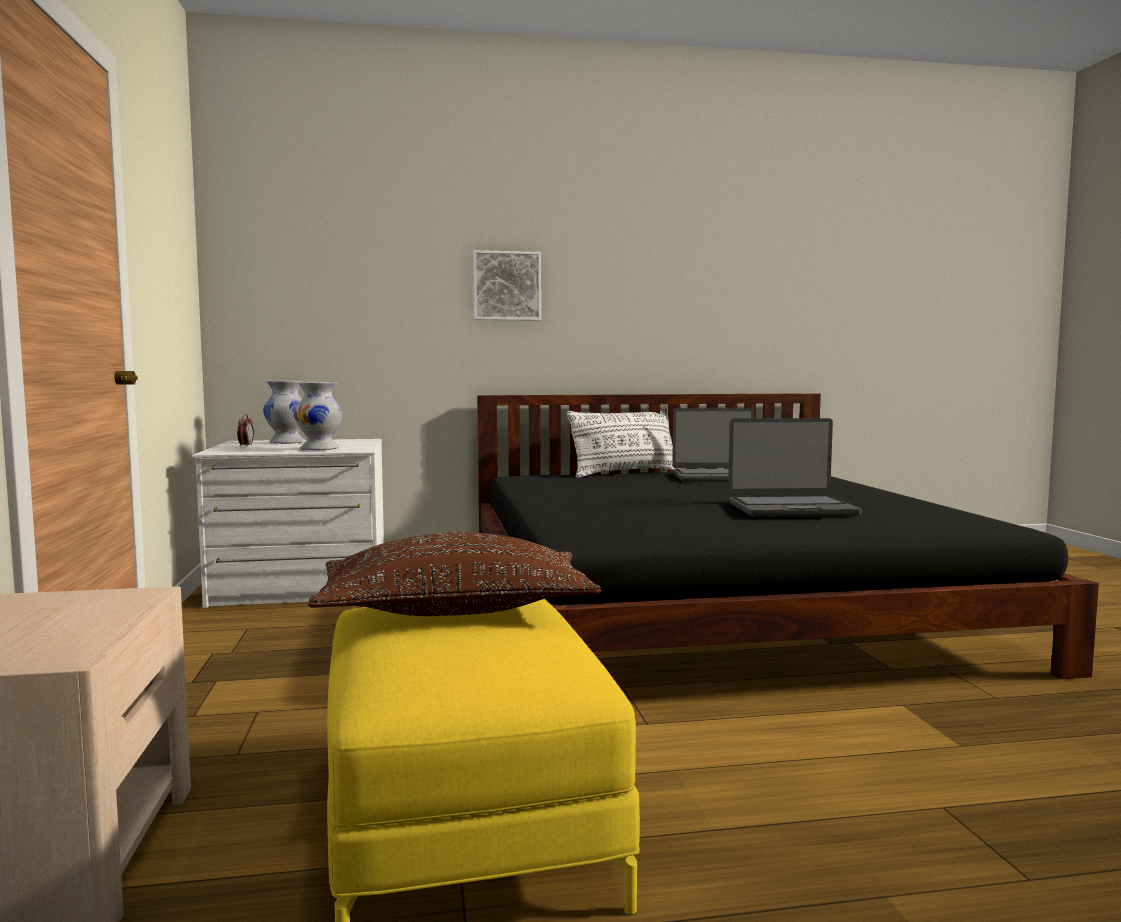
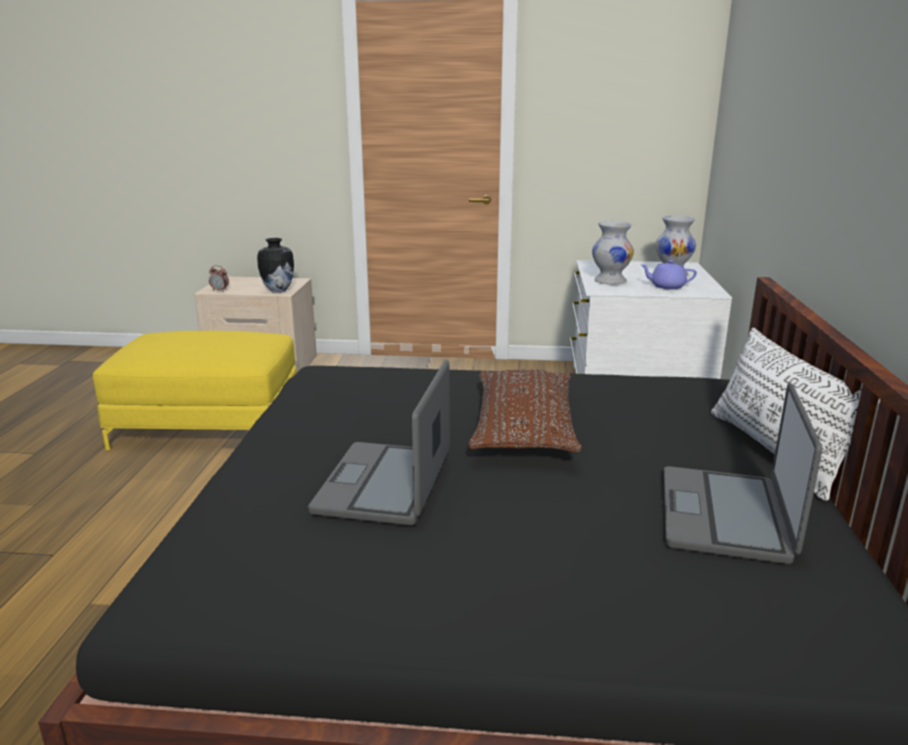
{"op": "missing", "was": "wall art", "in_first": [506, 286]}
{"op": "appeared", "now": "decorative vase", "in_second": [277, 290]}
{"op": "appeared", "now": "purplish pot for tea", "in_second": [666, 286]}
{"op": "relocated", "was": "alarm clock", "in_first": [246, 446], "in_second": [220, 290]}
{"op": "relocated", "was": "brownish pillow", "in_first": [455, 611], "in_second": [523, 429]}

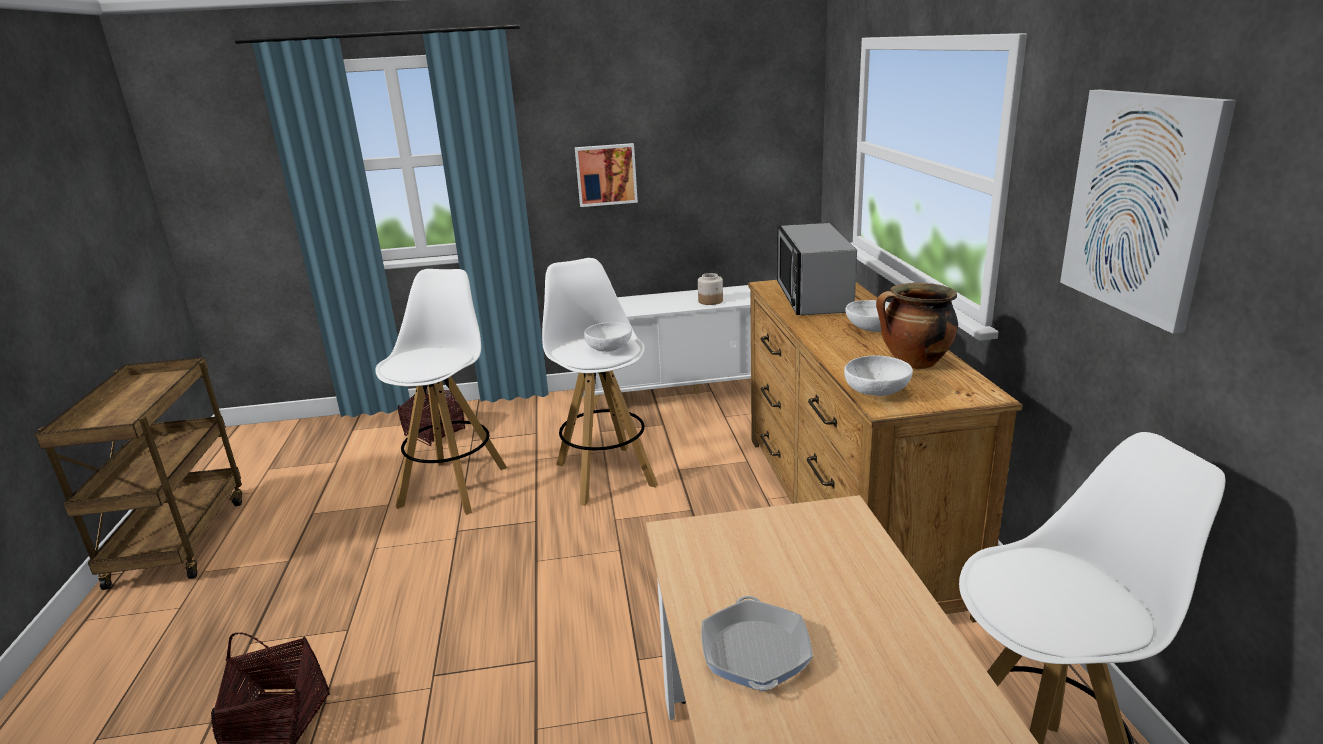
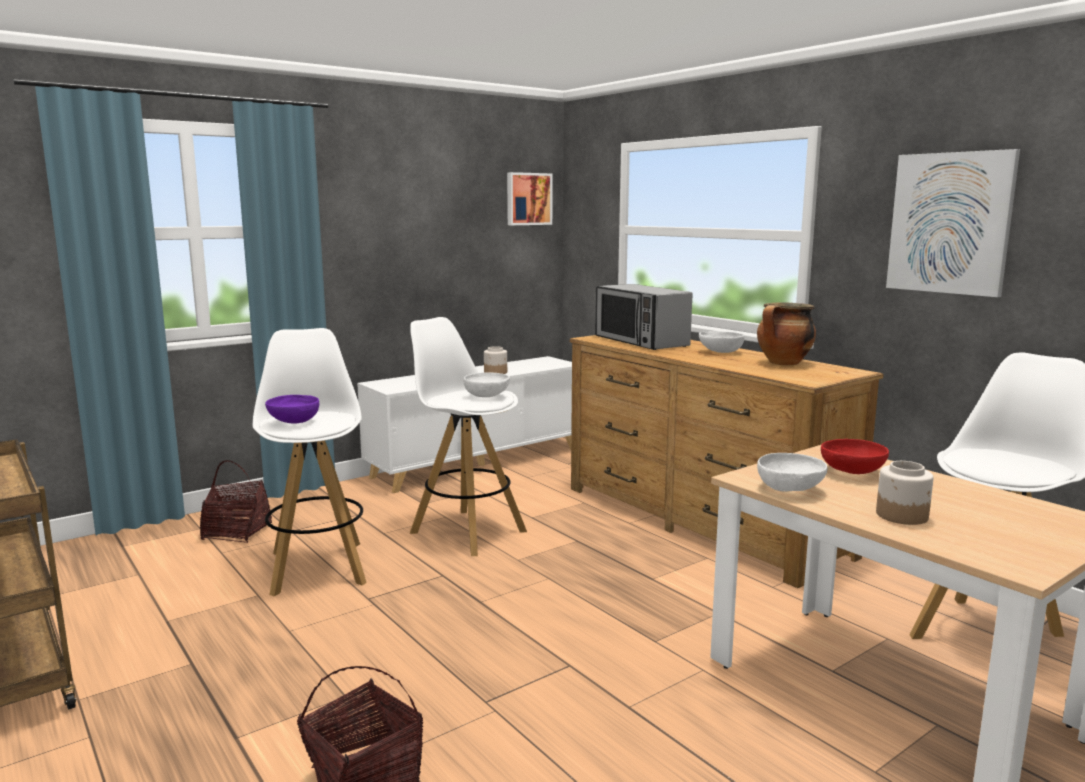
{"op": "appeared", "now": "purplish bowl", "in_second": [293, 421]}
{"op": "appeared", "now": "red-coloured bowl", "in_second": [852, 473]}
{"op": "relocated", "was": "wall art", "in_first": [606, 174], "in_second": [528, 199]}
{"op": "relocated", "was": "whitish bowl", "in_first": [877, 393], "in_second": [790, 490]}
{"op": "exchanged", "was": "pan", "now": "storage jar", "in_first": [755, 652], "in_second": [902, 515]}

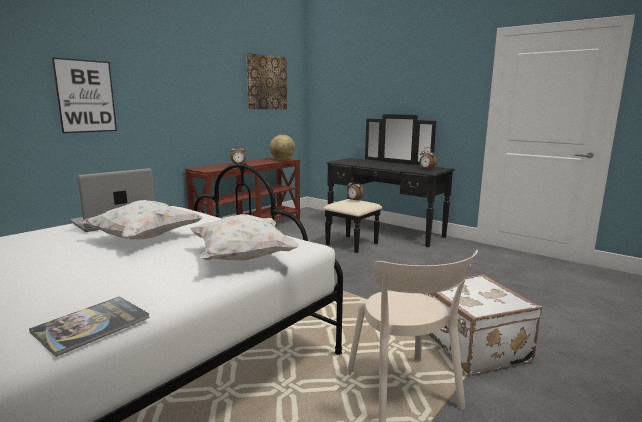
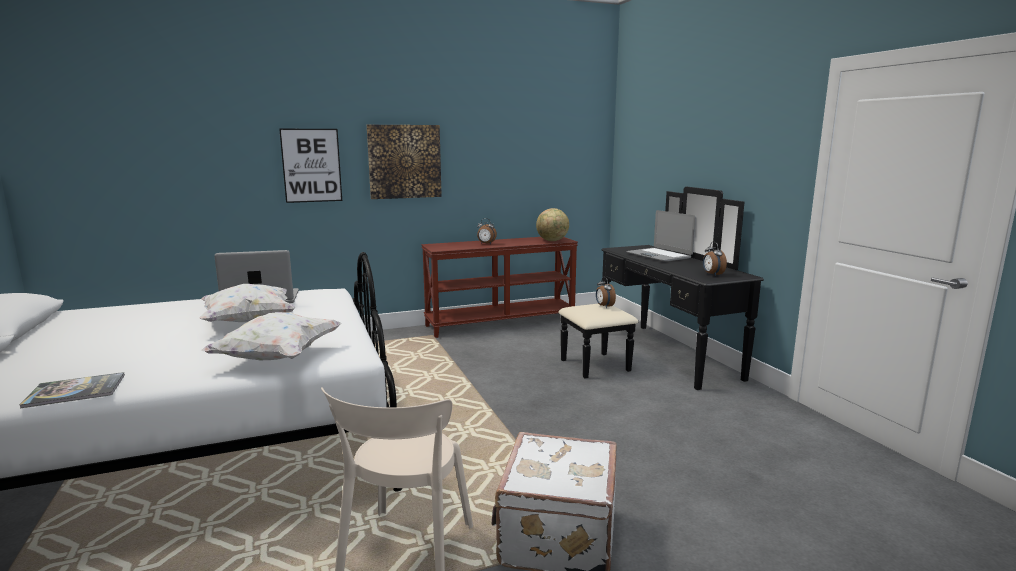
{"op": "appeared", "now": "laptop", "in_second": [659, 255]}
{"op": "relocated", "was": "wall art", "in_first": [266, 82], "in_second": [404, 161]}

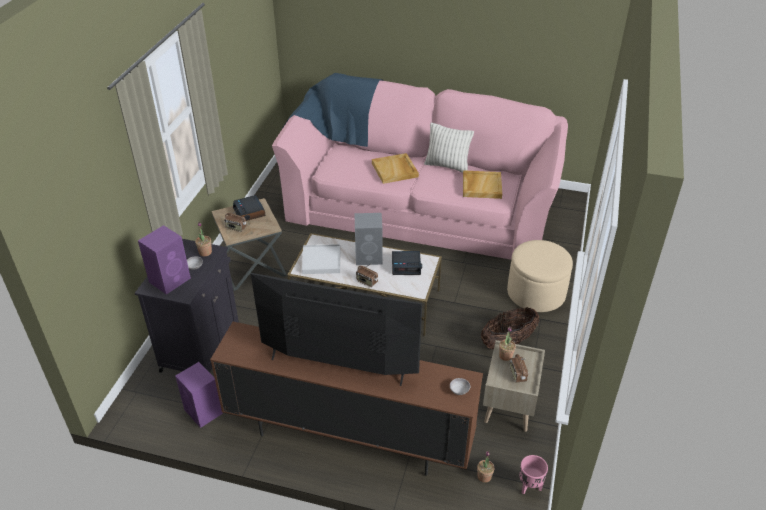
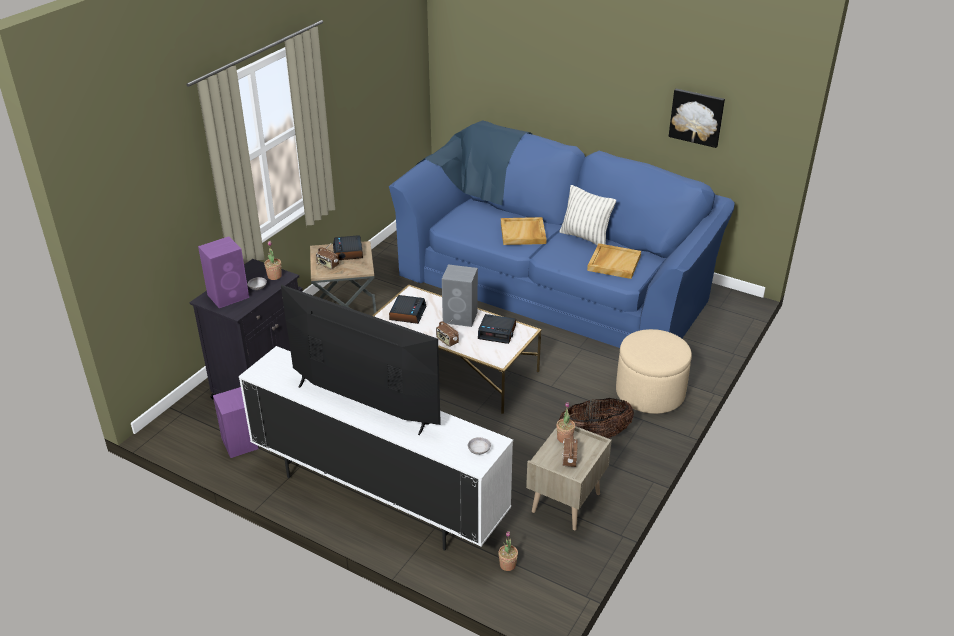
{"op": "missing", "was": "pink planter", "in_first": [529, 486]}
{"op": "appeared", "now": "wall art", "in_second": [697, 117]}
{"op": "exchanged", "was": "whitish carrying tray", "now": "alarm clock", "in_first": [321, 261], "in_second": [407, 313]}
{"op": "colour", "was": "brownish media console", "now": "whitish media console", "in_first": [347, 436], "in_second": [376, 496]}
{"op": "colour", "was": "pink couch", "now": "blue couch", "in_first": [420, 206], "in_second": [554, 282]}

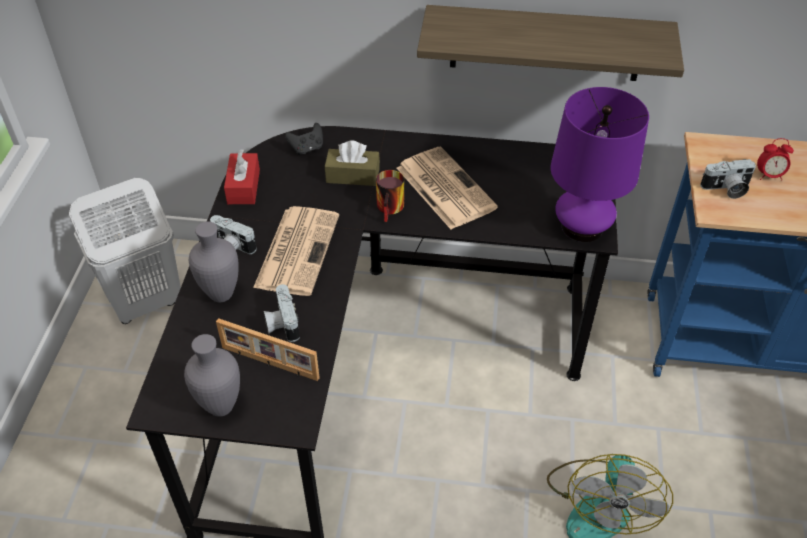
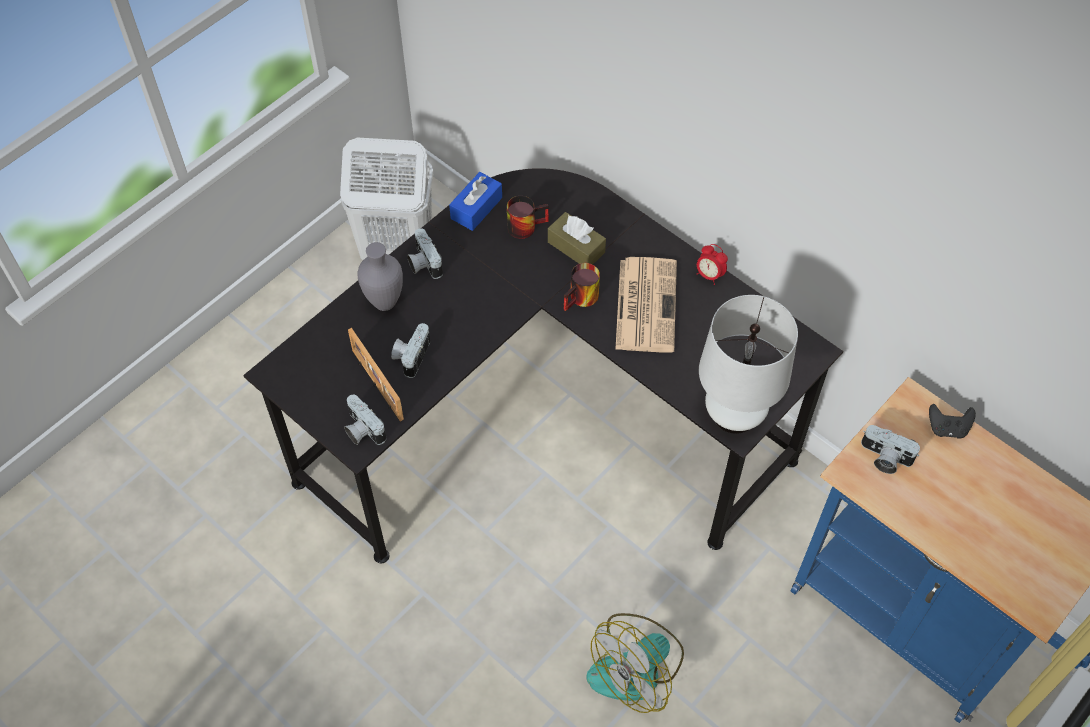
{"op": "missing", "was": "greyish decorative vase", "in_first": [219, 407]}
{"op": "missing", "was": "newspaper", "in_first": [297, 250]}
{"op": "missing", "was": "bracket shelf", "in_first": [546, 43]}
{"op": "appeared", "now": "still camera", "in_second": [362, 430]}
{"op": "appeared", "now": "mug", "in_second": [525, 225]}
{"op": "relocated", "was": "black joypad", "in_first": [307, 148], "in_second": [947, 428]}
{"op": "relocated", "was": "alarm clock", "in_first": [769, 176], "in_second": [709, 275]}
{"op": "colour", "was": "red-coloured tissue holder", "now": "blue tissue holder", "in_first": [243, 187], "in_second": [476, 208]}
{"op": "colour", "was": "purplish tabletop lamp", "now": "whitish tabletop lamp", "in_first": [582, 227], "in_second": [734, 414]}

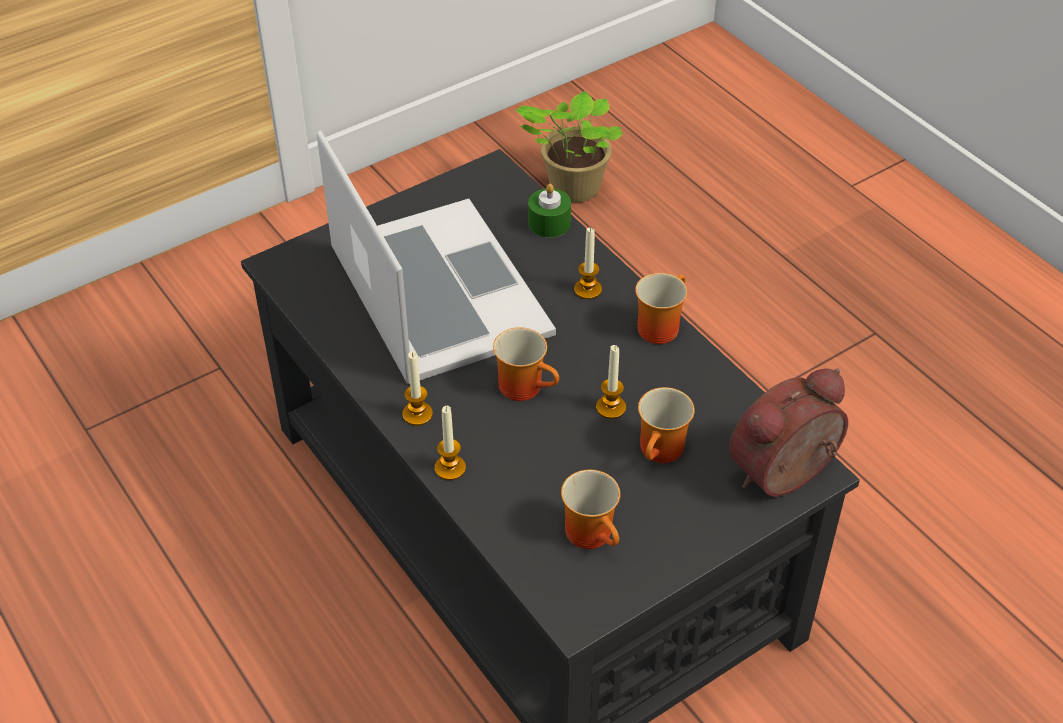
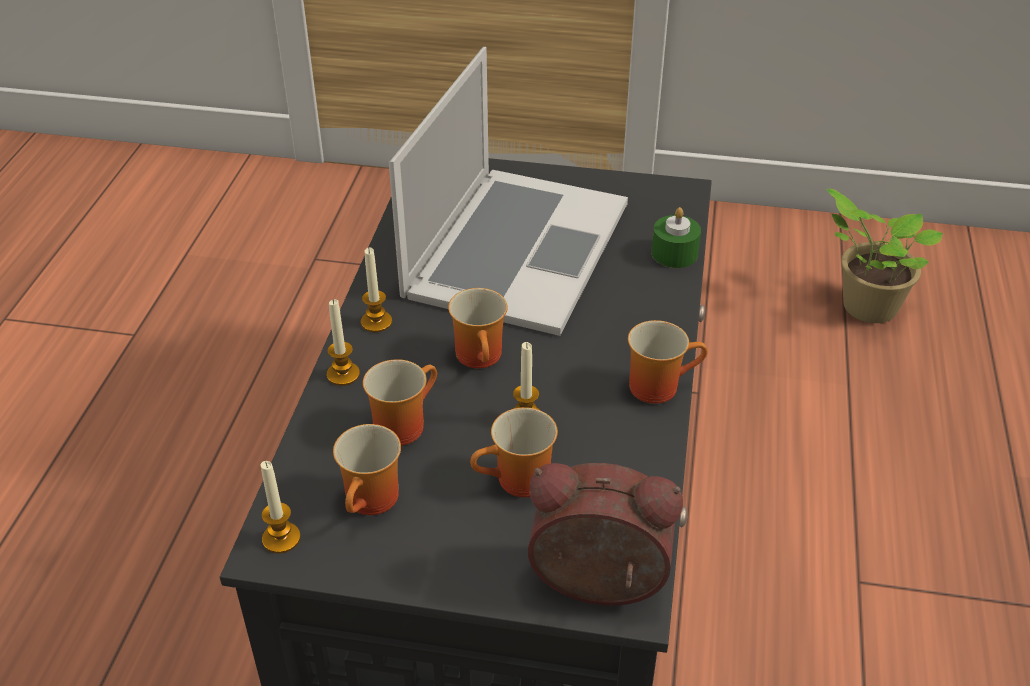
{"op": "appeared", "now": "mug", "in_second": [401, 423]}
{"op": "relocated", "was": "wax candle", "in_first": [588, 289], "in_second": [281, 538]}

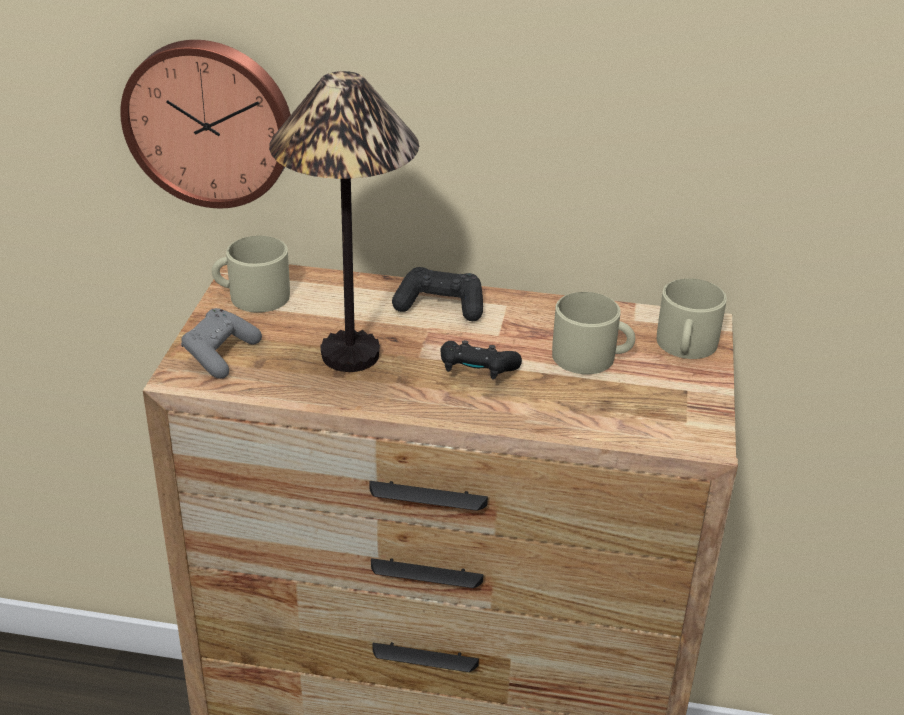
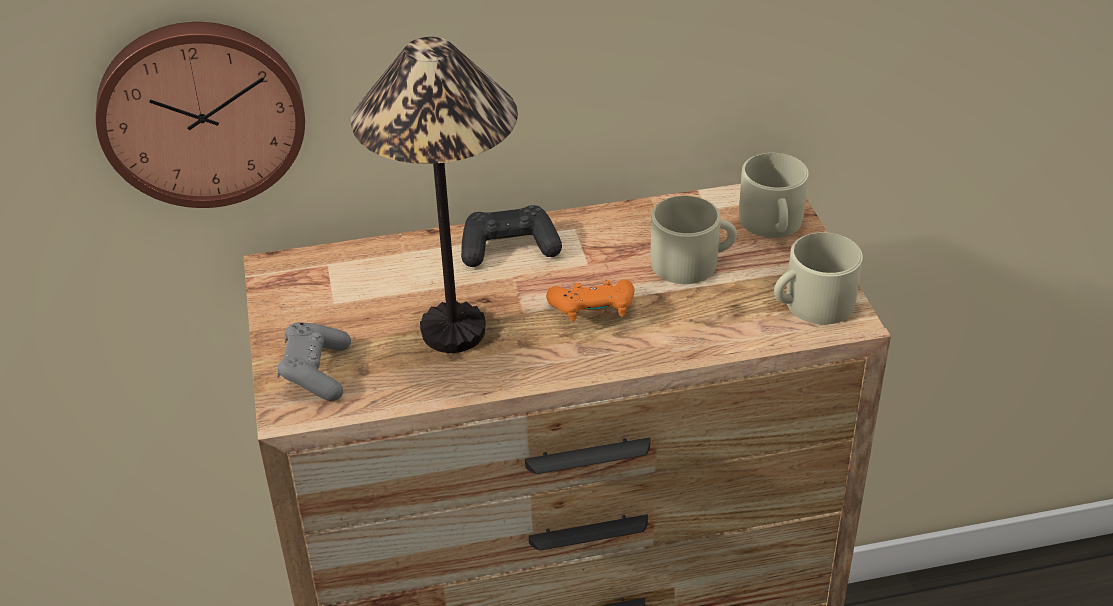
{"op": "relocated", "was": "beige mug", "in_first": [252, 296], "in_second": [811, 304]}
{"op": "colour", "was": "black joypad", "now": "orangey joypad", "in_first": [476, 373], "in_second": [593, 313]}

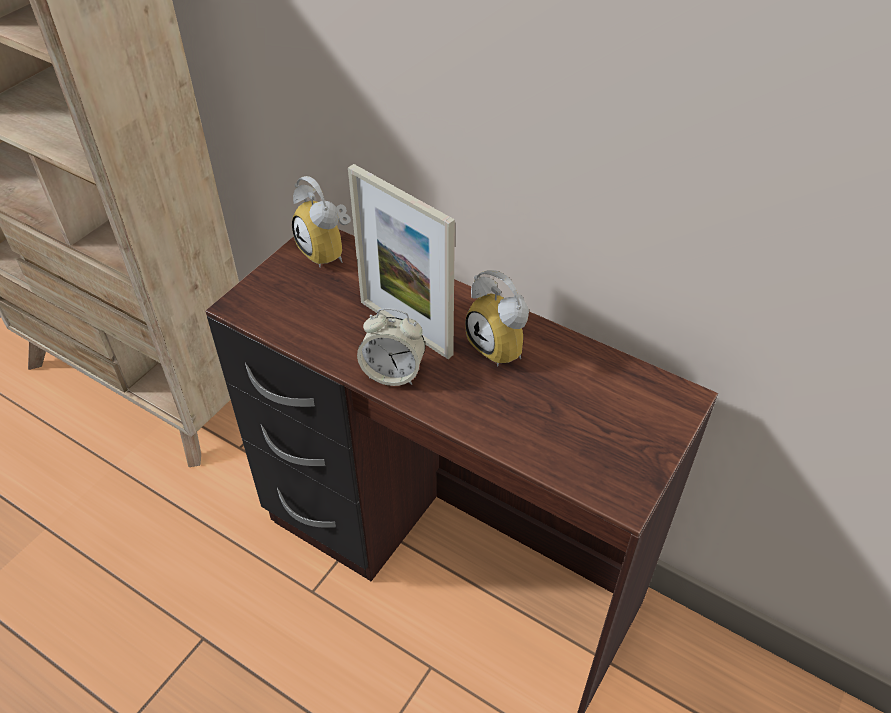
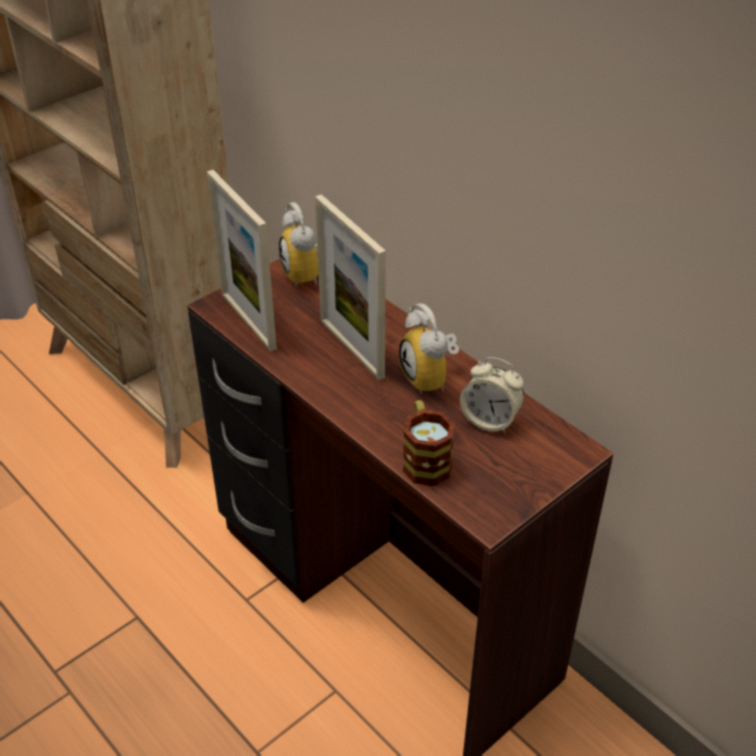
{"op": "appeared", "now": "photo frame", "in_second": [248, 321]}
{"op": "appeared", "now": "mug", "in_second": [424, 459]}
{"op": "relocated", "was": "alarm clock", "in_first": [393, 373], "in_second": [490, 420]}

